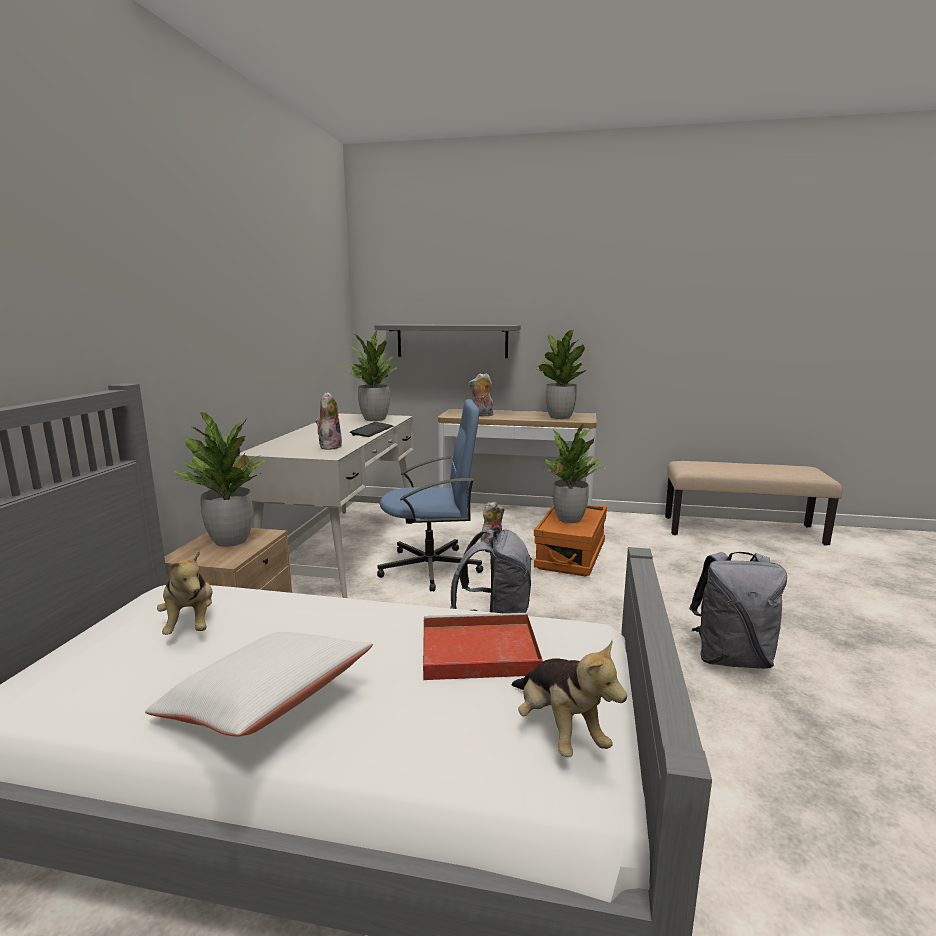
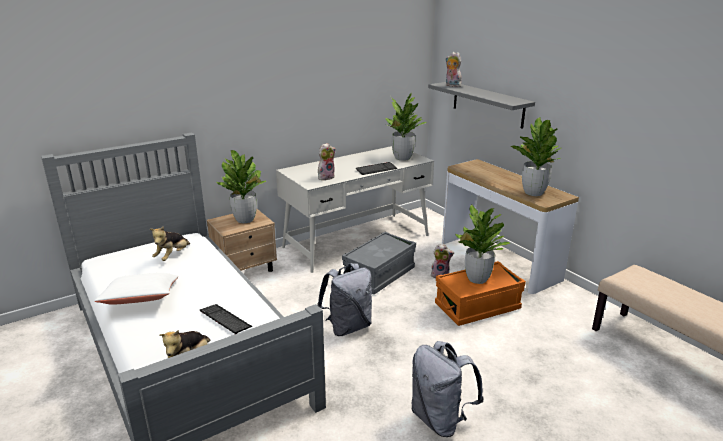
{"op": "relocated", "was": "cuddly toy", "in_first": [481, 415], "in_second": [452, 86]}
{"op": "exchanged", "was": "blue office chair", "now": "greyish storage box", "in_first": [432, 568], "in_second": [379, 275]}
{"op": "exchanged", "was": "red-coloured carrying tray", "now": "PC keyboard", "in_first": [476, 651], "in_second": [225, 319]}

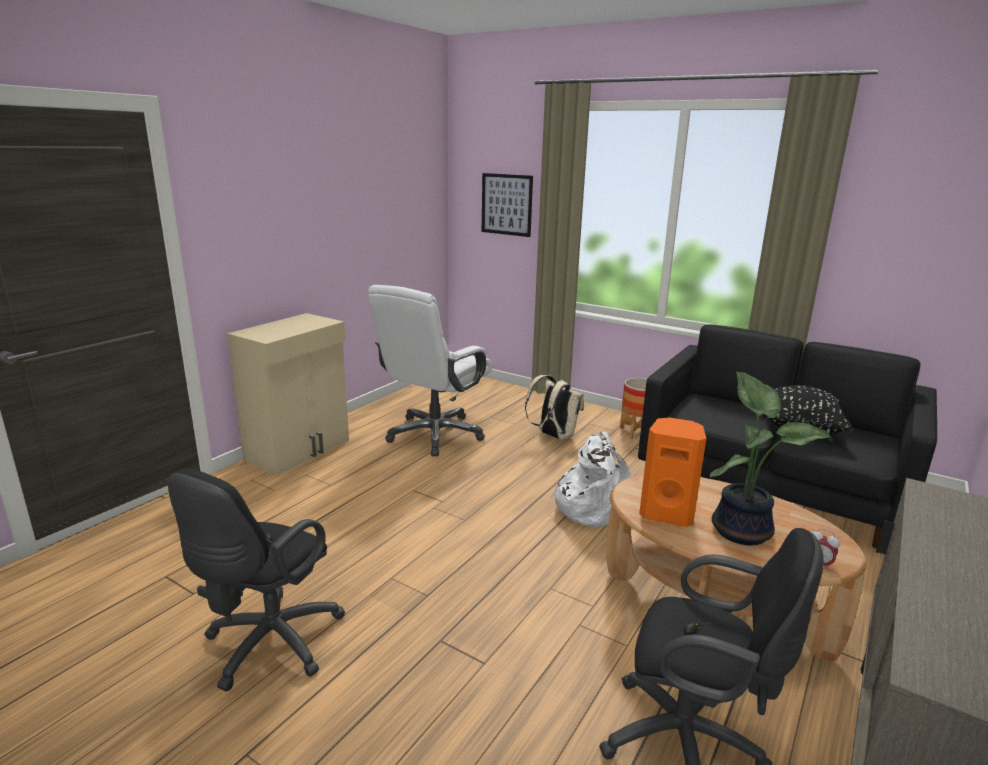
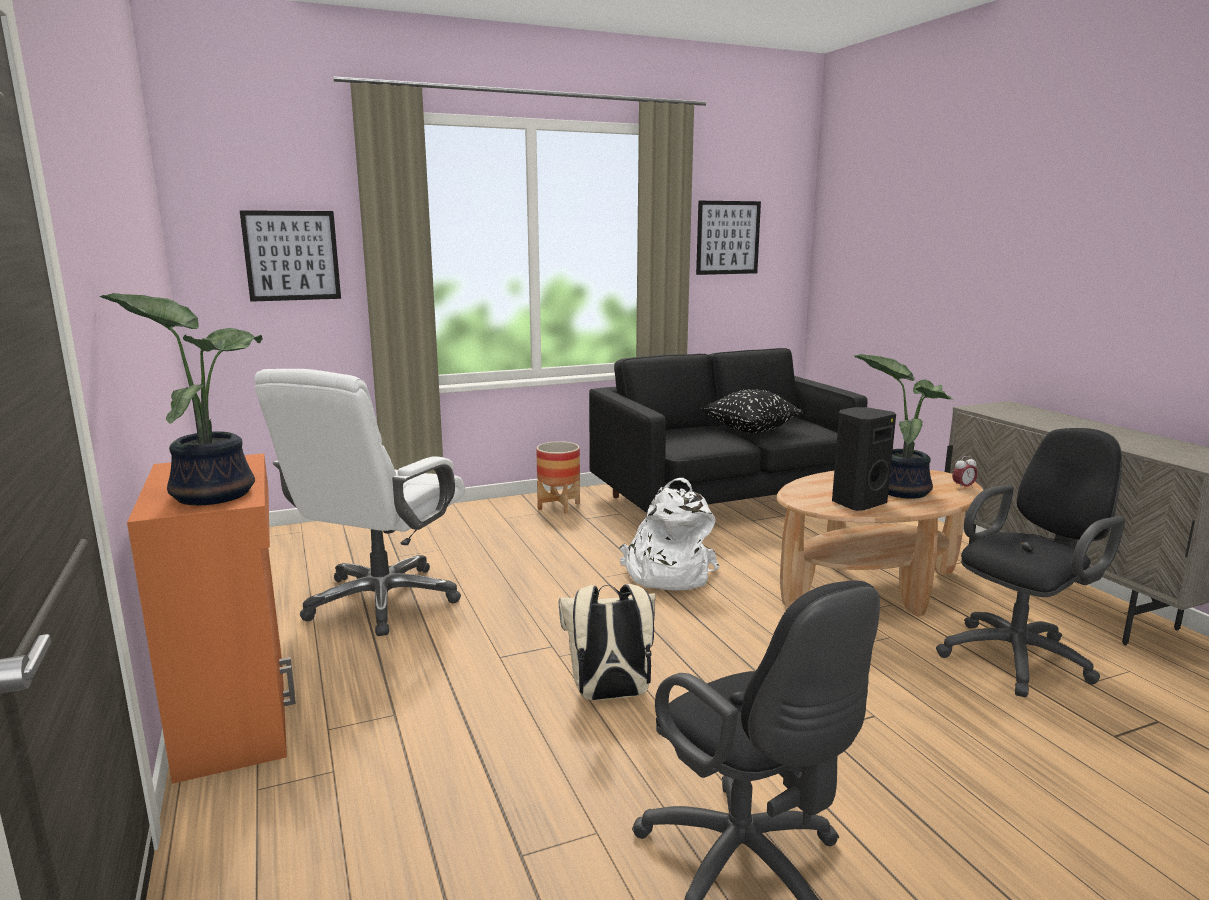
{"op": "appeared", "now": "potted plant", "in_second": [212, 493]}
{"op": "appeared", "now": "wall art", "in_second": [728, 237]}
{"op": "relocated", "was": "beige rucksack", "in_first": [553, 436], "in_second": [610, 695]}
{"op": "colour", "was": "beige cabinet", "now": "orangey cabinet", "in_first": [300, 450], "in_second": [237, 715]}
{"op": "colour", "was": "orangey speaker", "now": "black speaker", "in_first": [667, 513], "in_second": [857, 503]}
{"op": "spun", "was": "whitish office chair", "in_first": [434, 434], "in_second": [381, 601], "clockwise": 45}

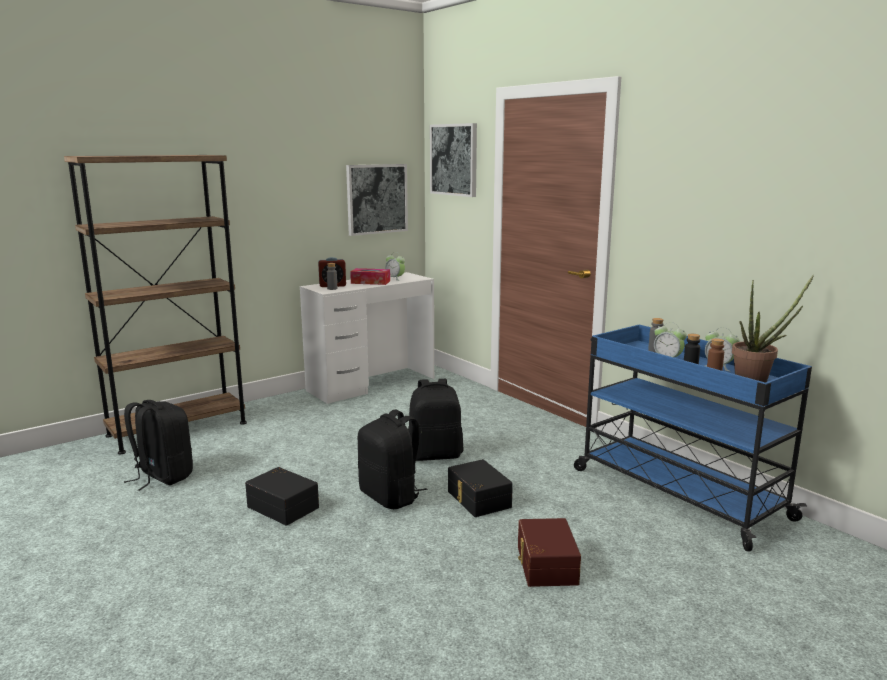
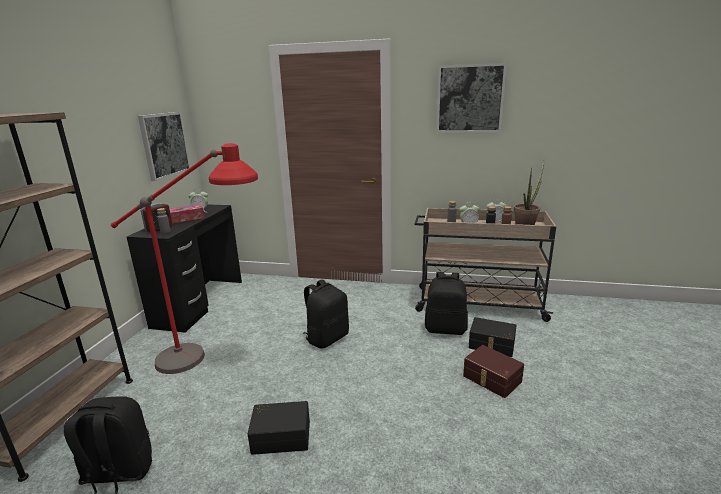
{"op": "appeared", "now": "red-coloured standing lamp", "in_second": [211, 361]}
{"op": "relocated", "was": "black rucksack", "in_first": [391, 497], "in_second": [445, 329]}
{"op": "relocated", "was": "wall art", "in_first": [454, 159], "in_second": [470, 99]}
{"op": "relocated", "was": "black storage box", "in_first": [477, 499], "in_second": [491, 345]}
{"op": "colour", "was": "whitish desk", "now": "black desk", "in_first": [371, 384], "in_second": [199, 303]}
{"op": "colour", "was": "blue cart", "now": "beige cart", "in_first": [676, 492], "in_second": [477, 303]}

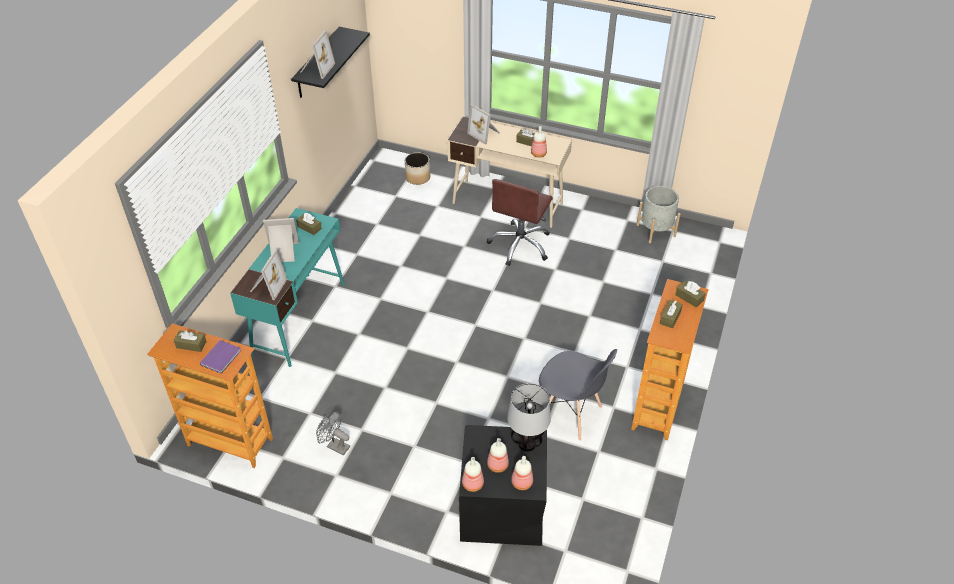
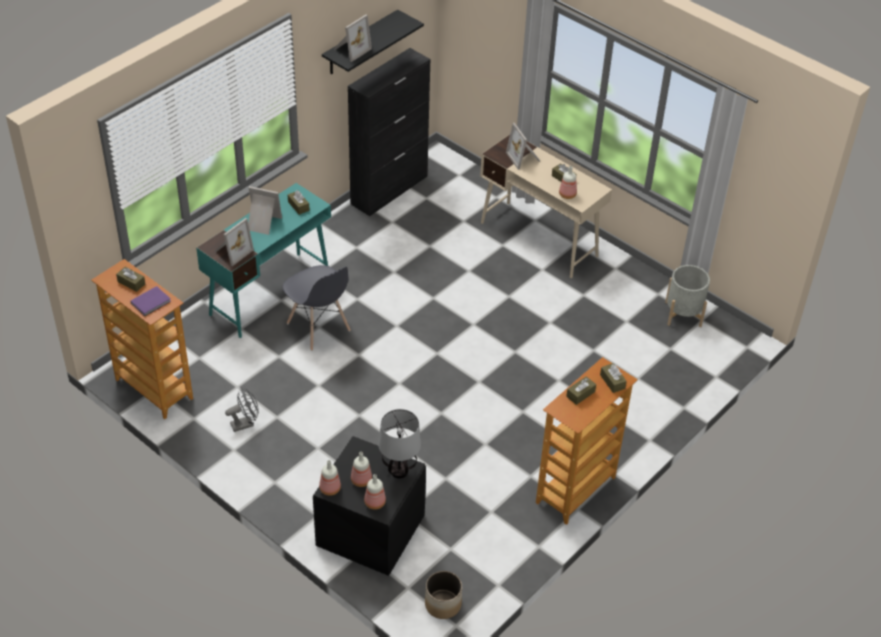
{"op": "missing", "was": "brownish office chair", "in_first": [520, 245]}
{"op": "appeared", "now": "black cabinet", "in_second": [389, 189]}
{"op": "relocated", "was": "planter", "in_first": [417, 178], "in_second": [442, 604]}
{"op": "relocated", "was": "greyish upright chair", "in_first": [570, 414], "in_second": [318, 327]}
{"op": "spun", "was": "greyish fan", "in_first": [335, 446], "in_second": [245, 423], "clockwise": 105}

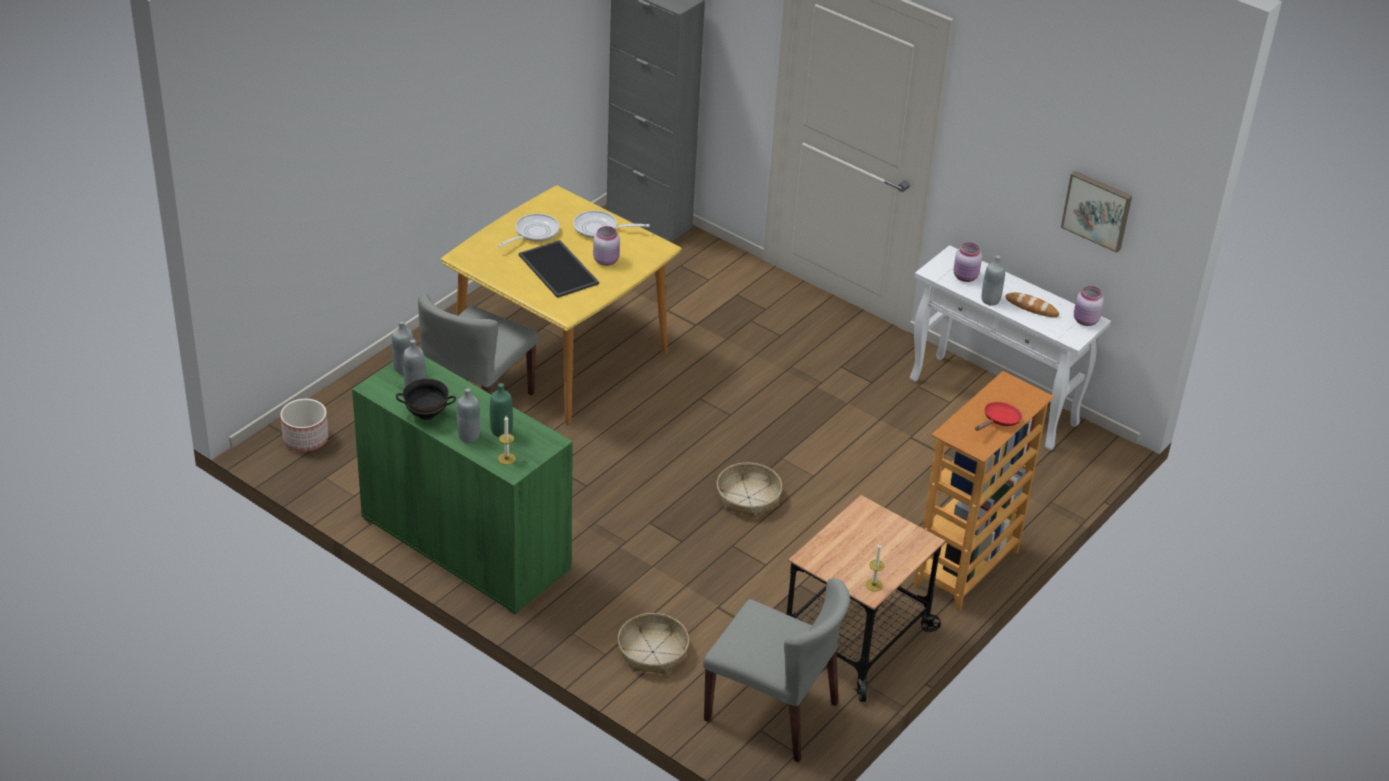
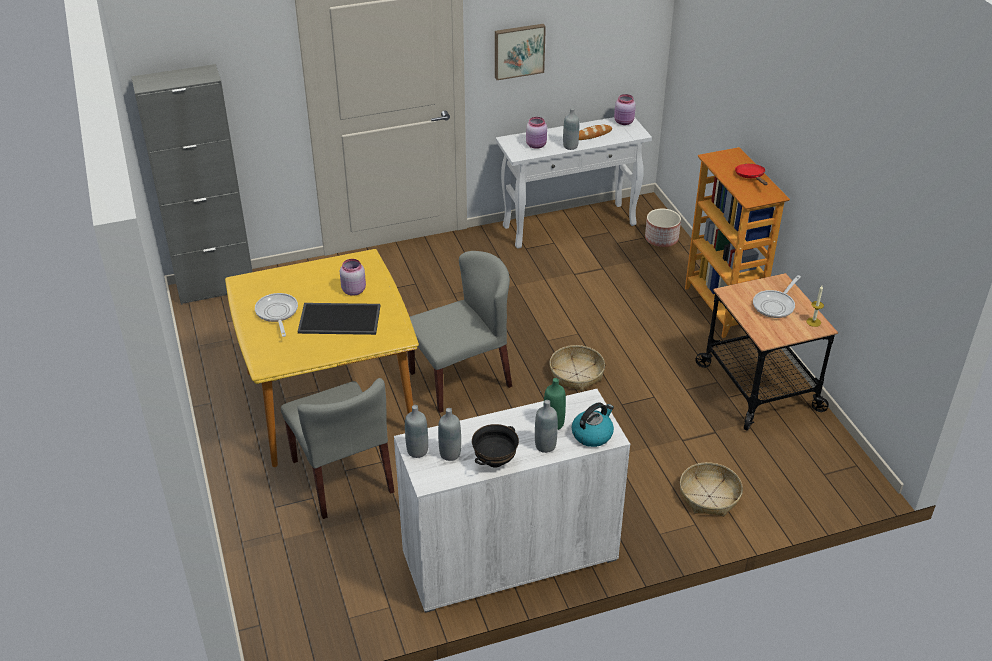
{"op": "relocated", "was": "planter", "in_first": [305, 439], "in_second": [661, 239]}
{"op": "relocated", "was": "pan", "in_first": [599, 229], "in_second": [775, 305]}
{"op": "relocated", "was": "greyish upright chair", "in_first": [772, 712], "in_second": [461, 379]}
{"op": "relocated", "was": "wall art", "in_first": [1097, 210], "in_second": [518, 50]}
{"op": "exchanged", "was": "wax candle", "now": "tea kettle", "in_first": [506, 458], "in_second": [592, 434]}
{"op": "colour", "was": "greenish cabinet", "now": "whitish cabinet", "in_first": [465, 544], "in_second": [509, 556]}

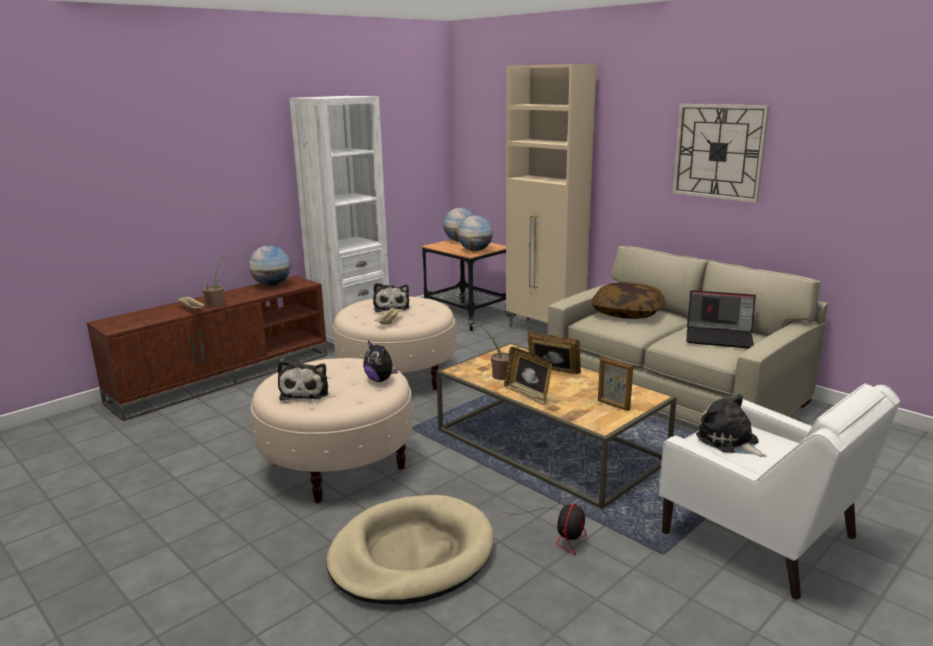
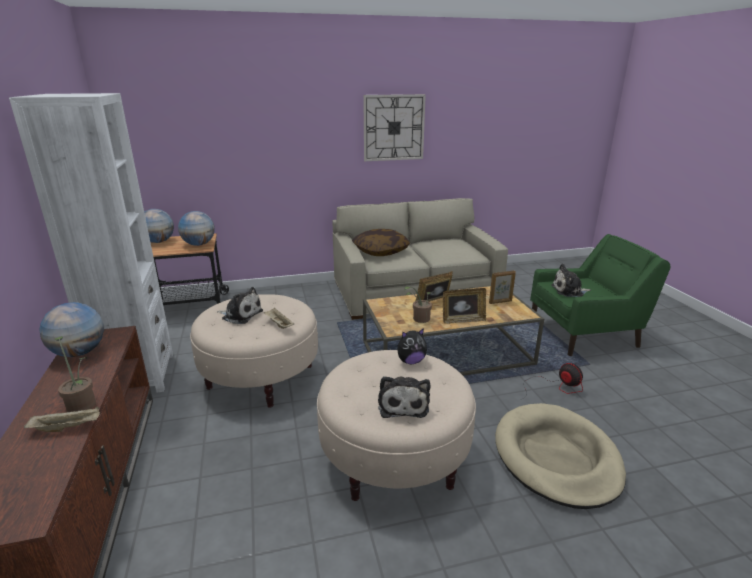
{"op": "missing", "was": "beige cabinet", "in_first": [545, 331]}
{"op": "missing", "was": "laptop", "in_first": [720, 337]}
{"op": "colour", "was": "whitish armchair", "now": "greenish armchair", "in_first": [761, 538], "in_second": [584, 333]}
{"op": "spun", "was": "cuddly toy", "in_first": [305, 392], "in_second": [403, 404], "clockwise": 60}

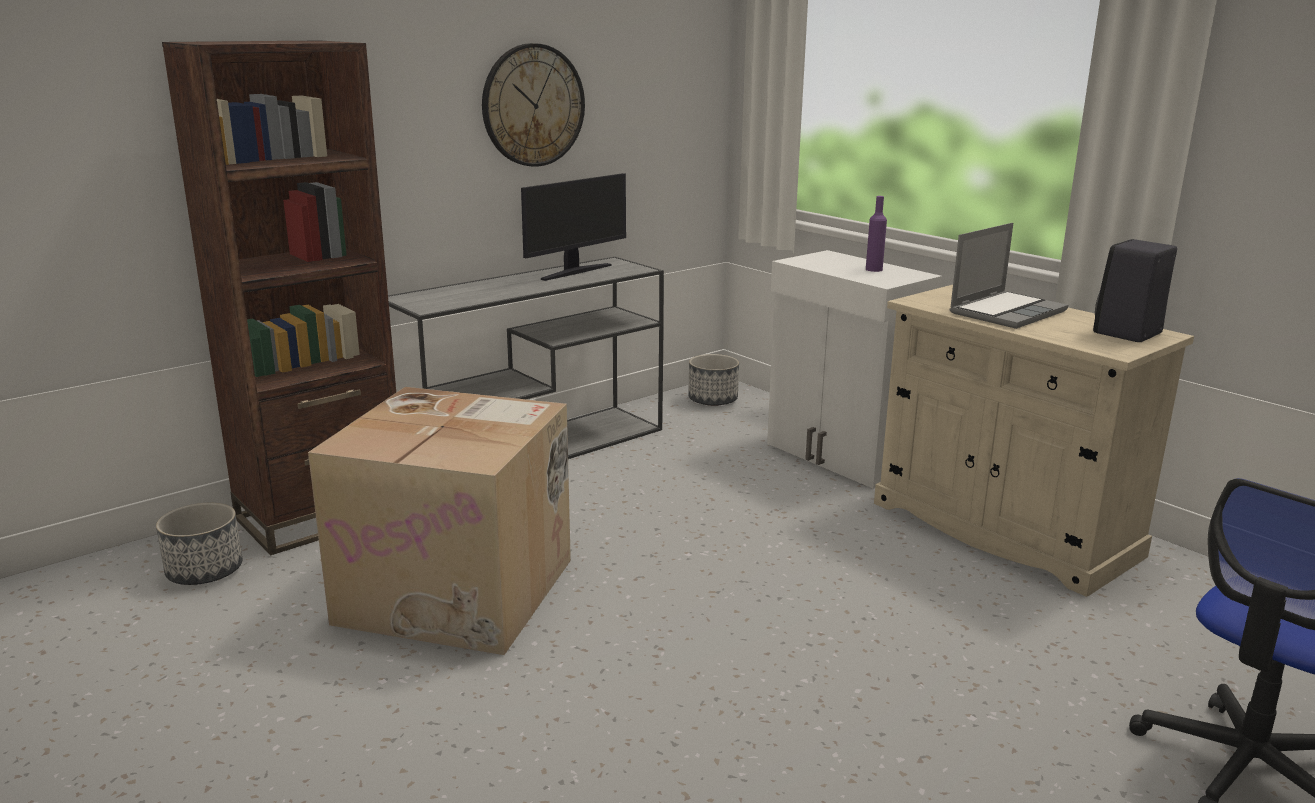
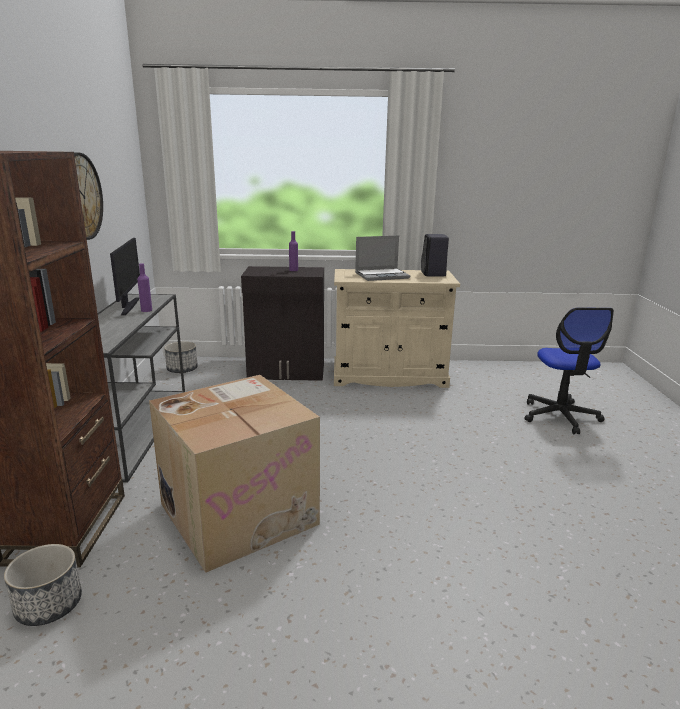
{"op": "appeared", "now": "purplish beverage bottle", "in_second": [146, 310]}
{"op": "colour", "was": "whitish cabinet", "now": "black cabinet", "in_first": [841, 456], "in_second": [287, 372]}
{"op": "spun", "was": "laptop", "in_first": [1007, 312], "in_second": [382, 275], "clockwise": 75}

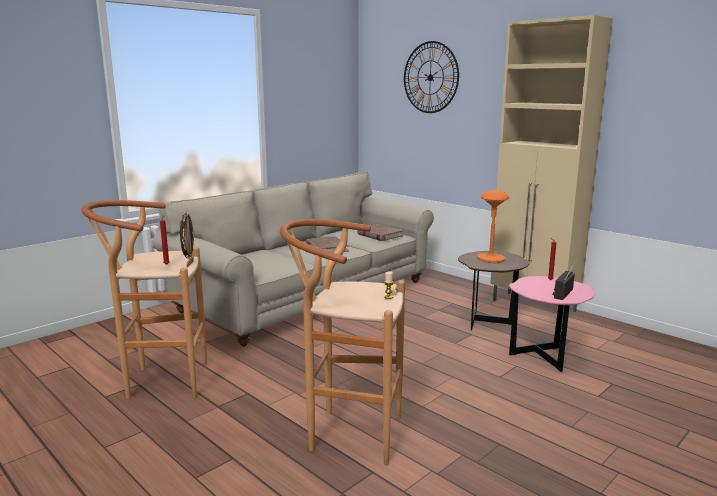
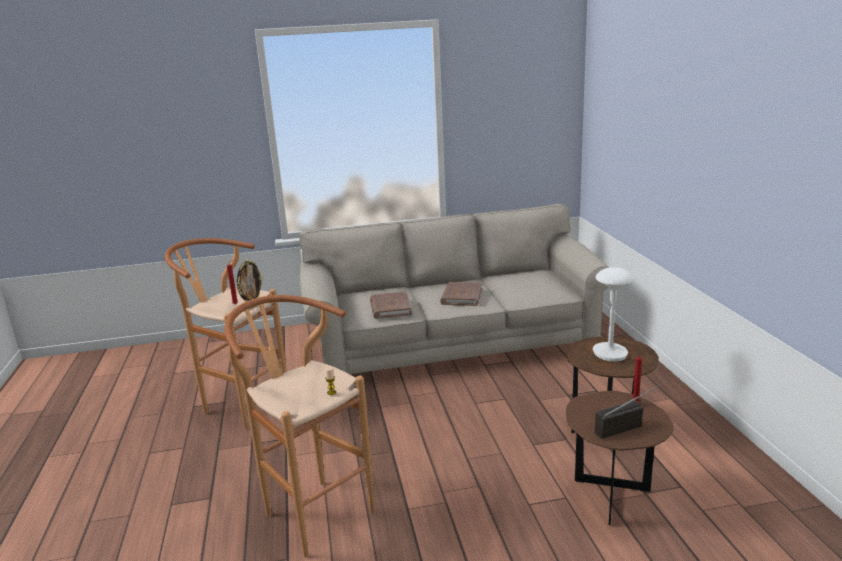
{"op": "missing", "was": "wall clock", "in_first": [430, 77]}
{"op": "missing", "was": "beige cabinet", "in_first": [534, 306]}
{"op": "relocated", "was": "brownish bound book", "in_first": [379, 235], "in_second": [390, 308]}
{"op": "colour", "was": "orangey tabletop lamp", "now": "whitish tabletop lamp", "in_first": [491, 259], "in_second": [610, 353]}
{"op": "colour", "was": "pink accent table", "now": "brownish accent table", "in_first": [545, 359], "in_second": [612, 500]}

